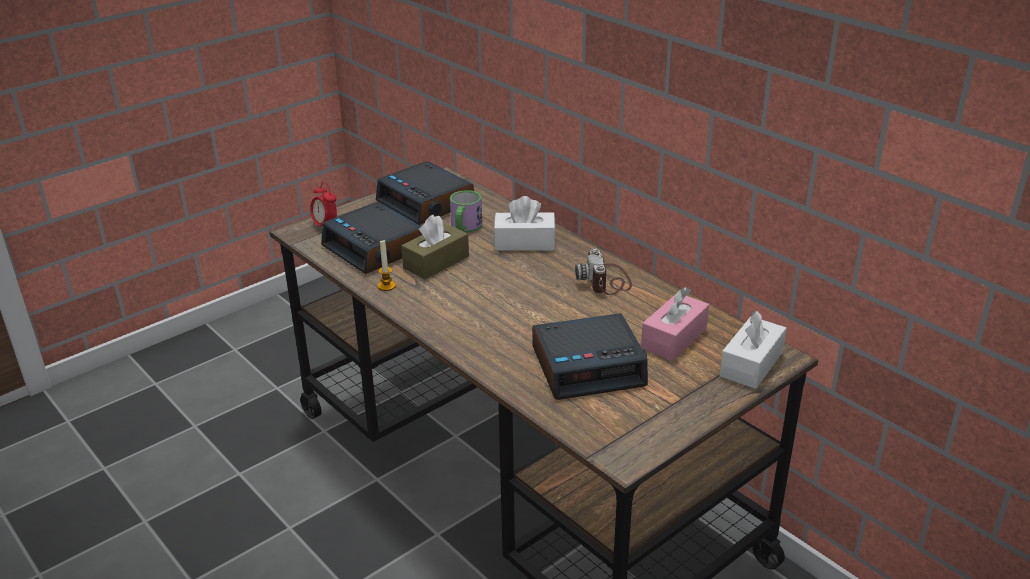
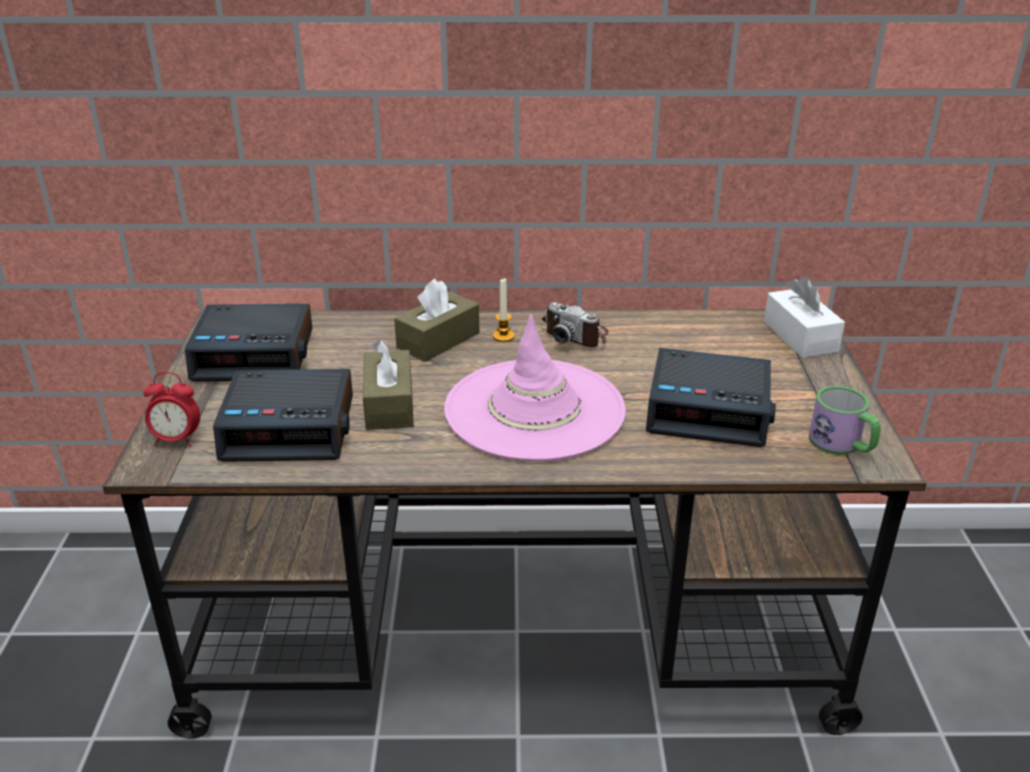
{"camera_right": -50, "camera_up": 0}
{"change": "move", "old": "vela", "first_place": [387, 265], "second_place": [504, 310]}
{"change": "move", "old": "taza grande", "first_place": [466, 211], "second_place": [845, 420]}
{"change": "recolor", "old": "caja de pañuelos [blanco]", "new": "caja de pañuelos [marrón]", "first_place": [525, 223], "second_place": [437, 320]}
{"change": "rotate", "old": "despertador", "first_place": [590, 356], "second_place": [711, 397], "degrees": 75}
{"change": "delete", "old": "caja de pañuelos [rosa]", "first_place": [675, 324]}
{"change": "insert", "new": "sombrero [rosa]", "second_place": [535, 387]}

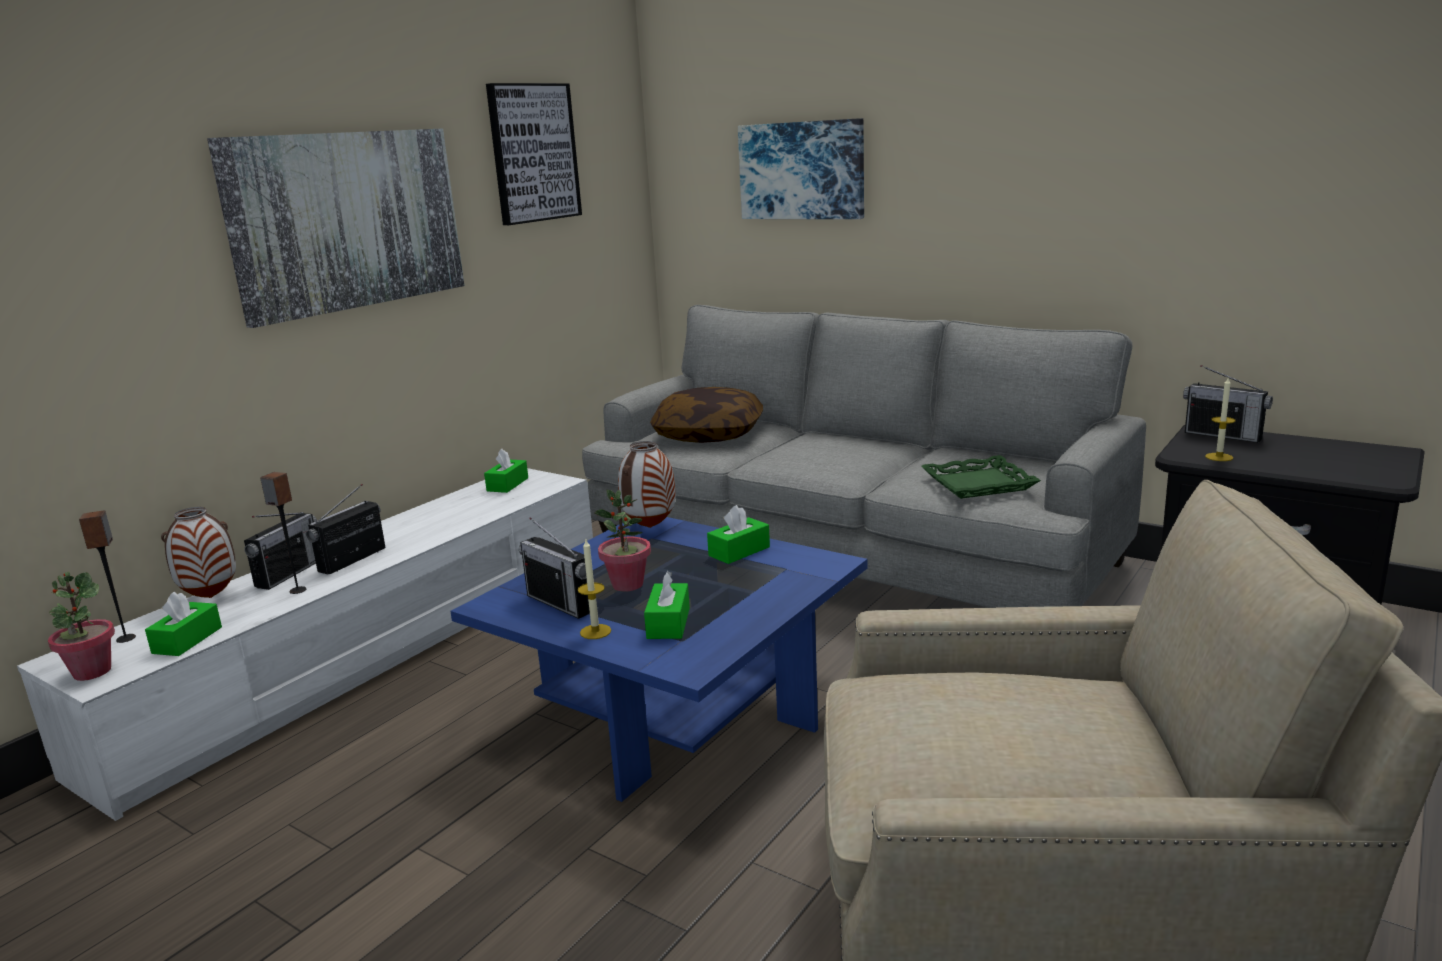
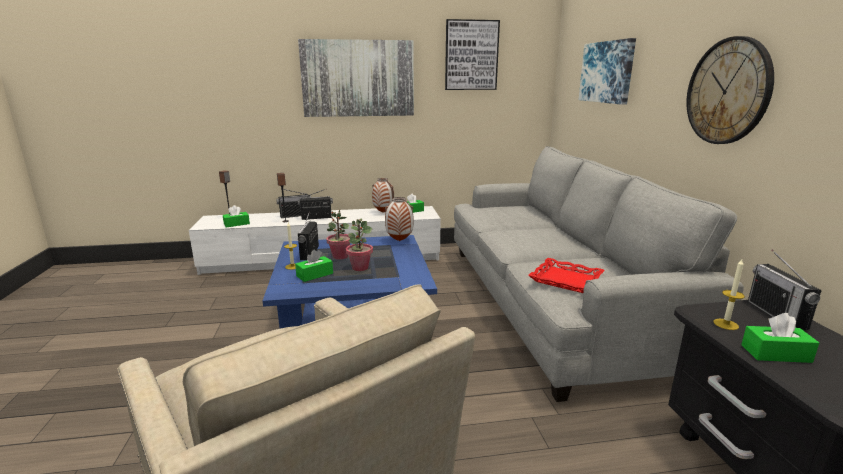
{"camera_right": 45, "camera_up": 0}
{"change": "move", "old": "planta en maceta", "first_place": [81, 626], "second_place": [359, 245]}
{"change": "move", "old": "florero", "first_place": [198, 552], "second_place": [383, 195]}
{"change": "delete", "old": "cojín", "first_place": [706, 415]}
{"change": "move", "old": "caja de pañuelos [verde]", "first_place": [738, 534], "second_place": [780, 338]}
{"change": "recolor", "old": "bandeja [verde]", "new": "bandeja [rojo]", "first_place": [981, 477], "second_place": [566, 275]}
{"change": "insert", "new": "reloj de pared", "second_place": [730, 90]}

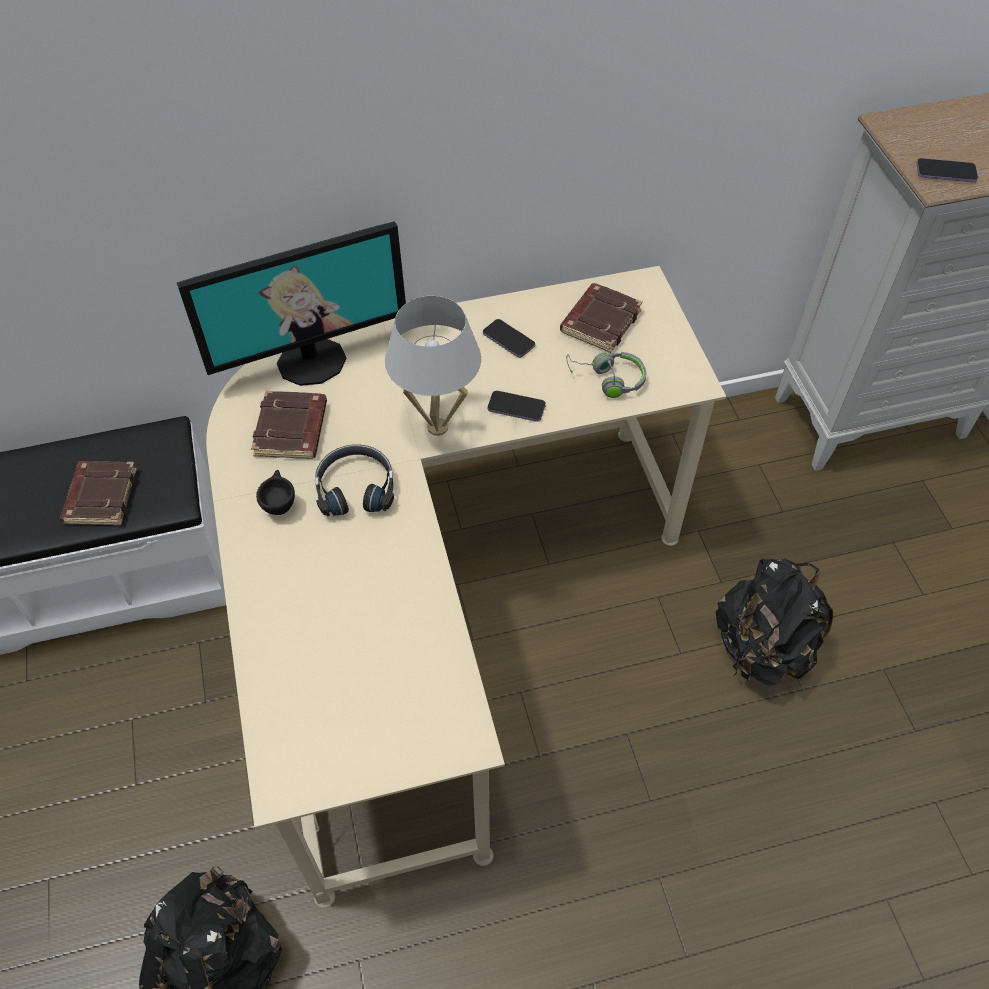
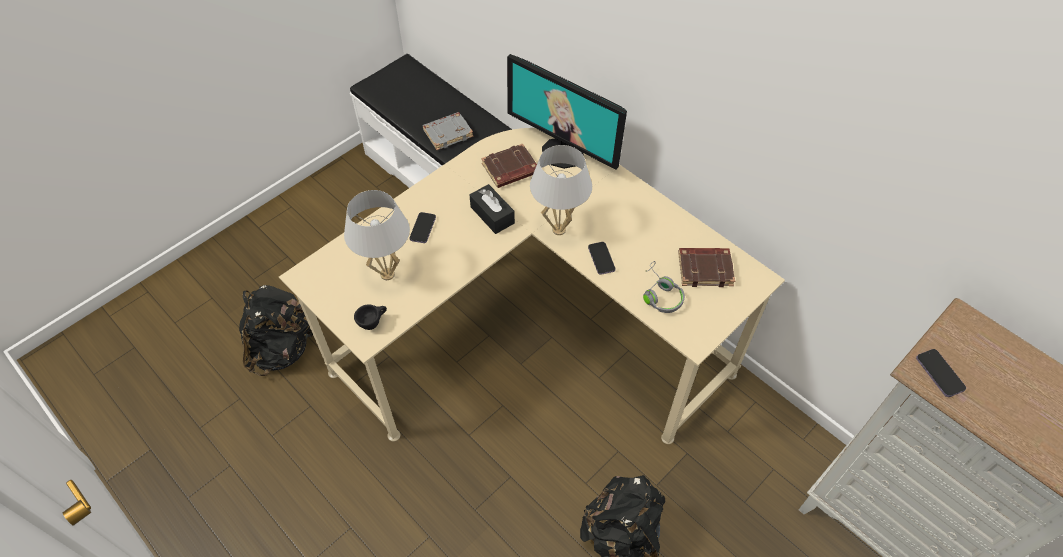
{"camera_right": 60, "camera_up": 0}
{"change": "recolor", "old": "libro [marrón]", "new": "libro [gris]", "first_place": [98, 493], "second_place": [448, 131]}
{"change": "move", "old": "taza [negro]", "first_place": [275, 492], "second_place": [370, 317]}
{"change": "replace", "old": "auriculares [negro]", "new": "caja de pañuelos [negro]", "first_place": [354, 480], "second_place": [492, 209]}
{"change": "move", "old": "móvil", "first_place": [509, 338], "second_place": [423, 227]}
{"change": "insert", "new": "lámpara de mesa [blanco]", "second_place": [377, 235]}

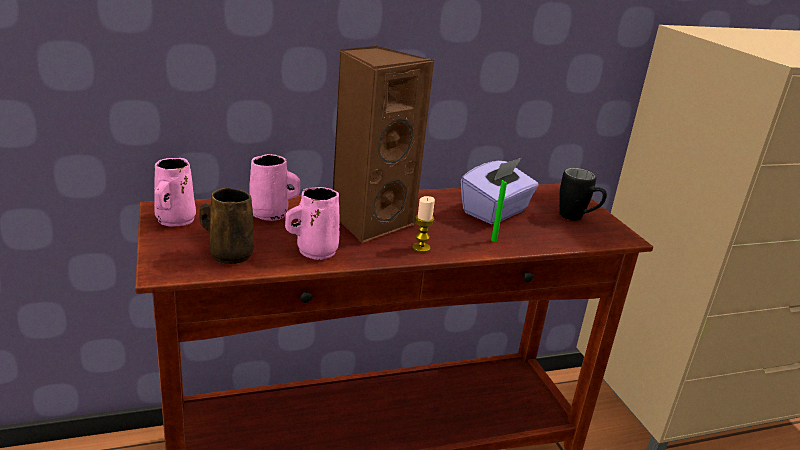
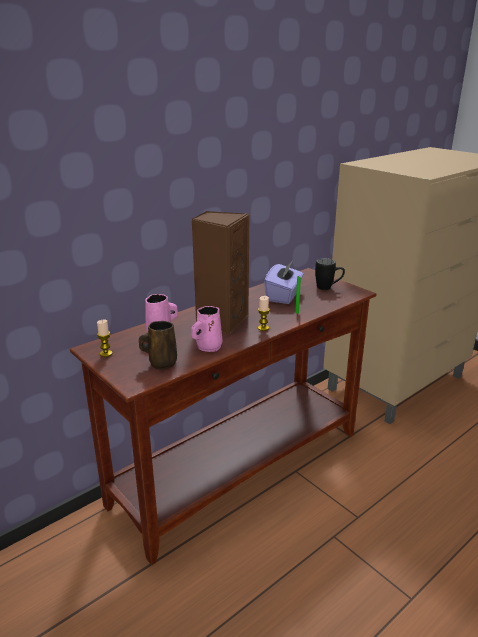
{"camera_right": -20, "camera_up": 0}
{"change": "replace", "old": "taza grande [rosa]", "new": "vela", "first_place": [175, 192], "second_place": [104, 338]}

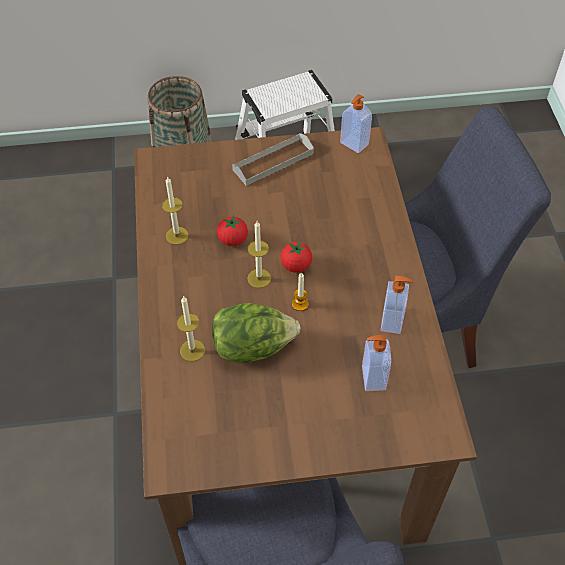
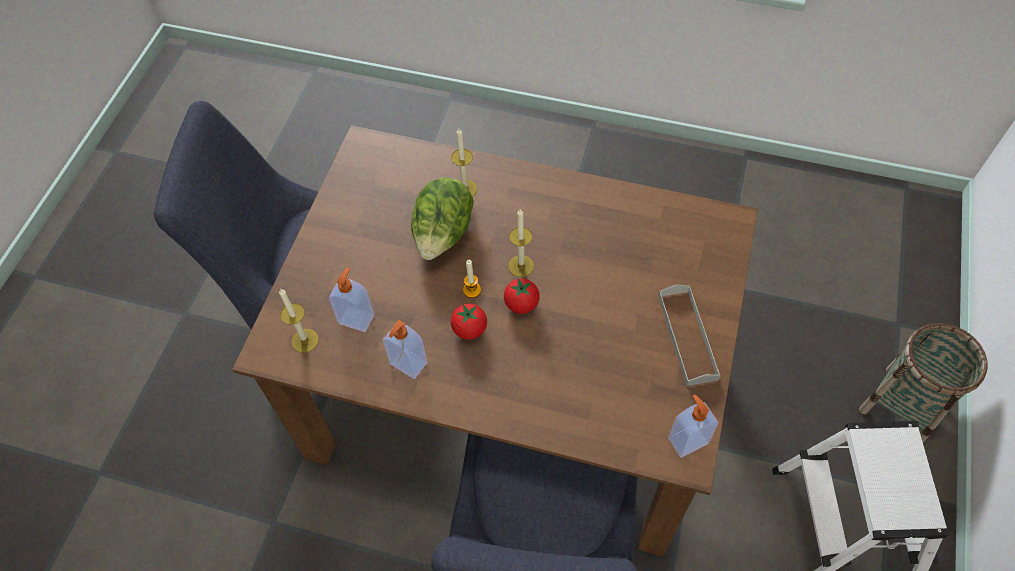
{"camera_right": 115, "camera_up": 5}
{"change": "move", "old": "vela", "first_place": [175, 210], "second_place": [299, 320]}
{"change": "move", "old": "tomate", "first_place": [232, 230], "second_place": [469, 322]}

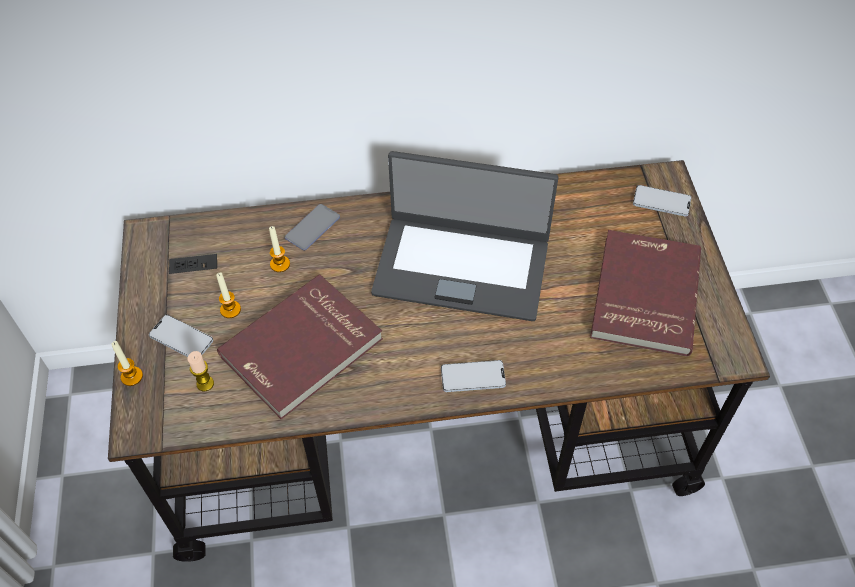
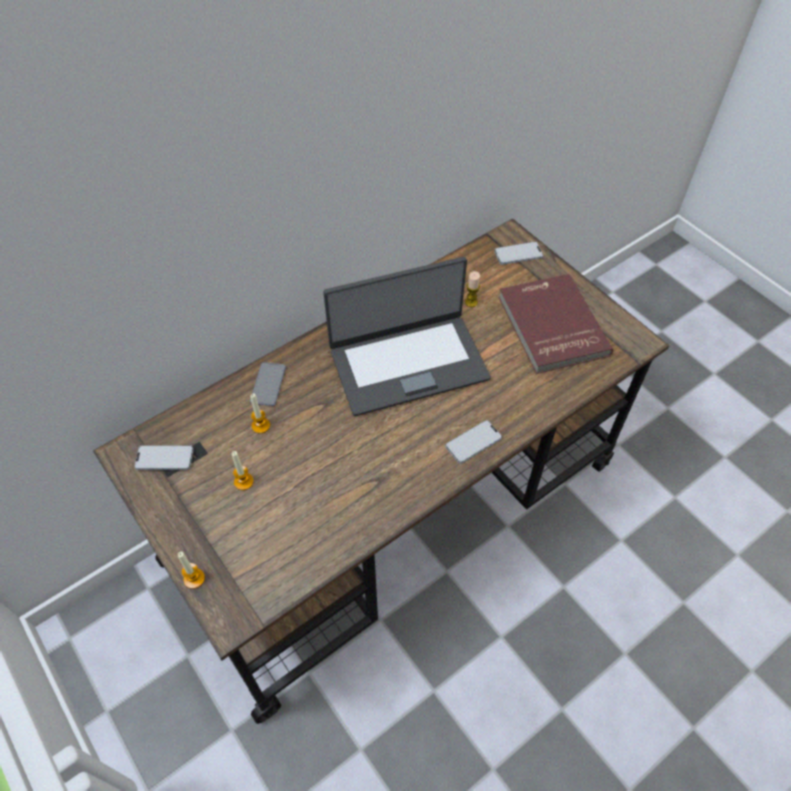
{"camera_right": -30, "camera_up": 0}
{"change": "move", "old": "móvil", "first_place": [181, 336], "second_place": [164, 457]}
{"change": "move", "old": "vela", "first_place": [201, 371], "second_place": [472, 289]}
{"change": "delete", "old": "libro [rojo]", "first_place": [300, 346]}

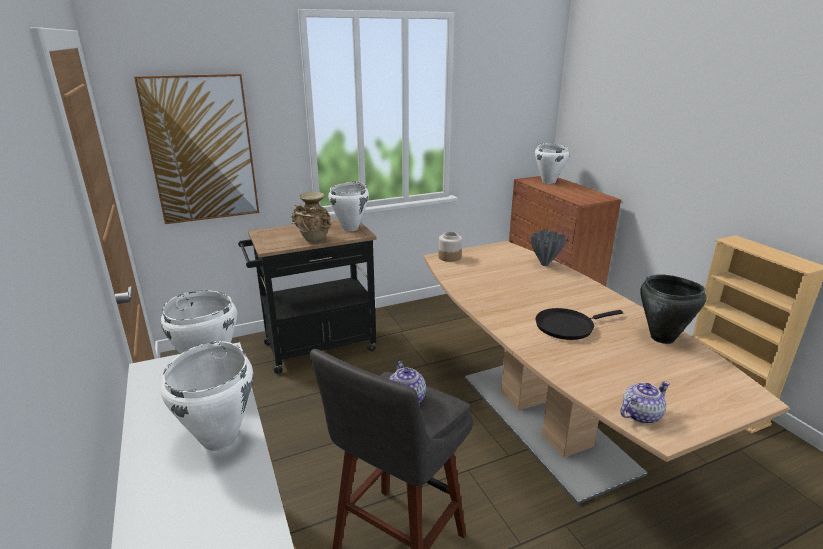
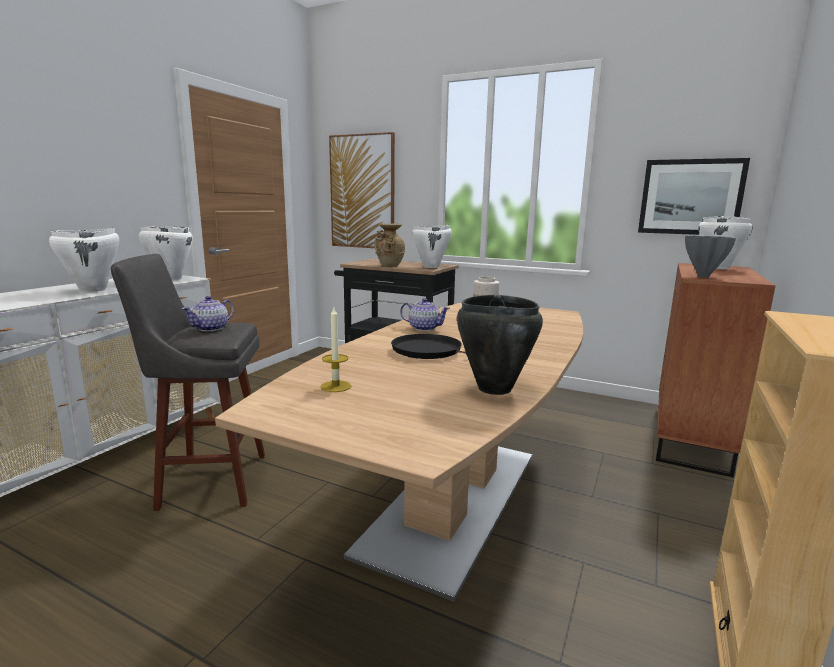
{"camera_right": 50, "camera_up": -10}
{"change": "move", "old": "florero [gris]", "first_place": [549, 248], "second_place": [710, 257]}
{"change": "move", "old": "tetera", "first_place": [645, 402], "second_place": [425, 314]}
{"change": "insert", "new": "vela", "second_place": [335, 349]}
{"change": "insert", "new": "cuadro", "second_place": [694, 196]}

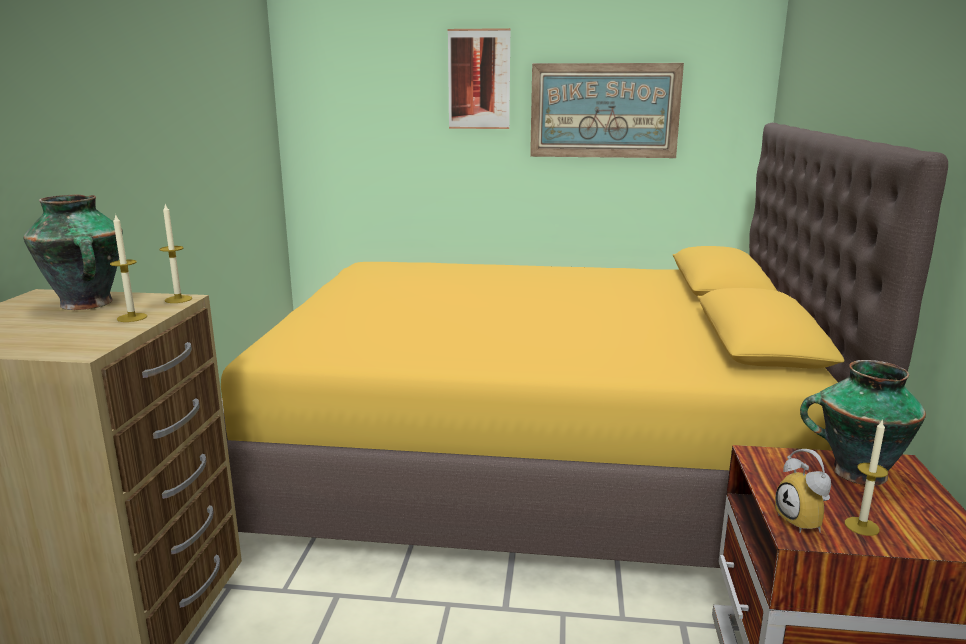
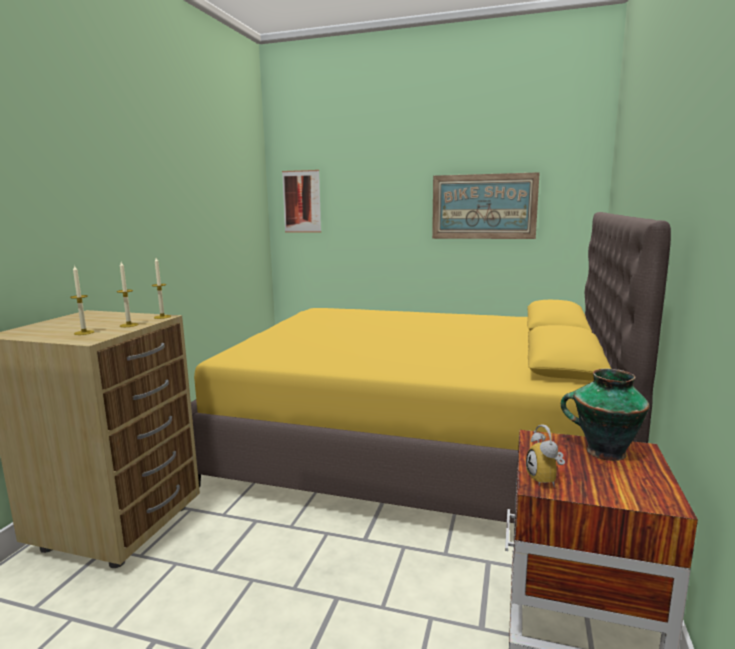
{"camera_right": 10, "camera_up": -5}
{"change": "delete", "old": "florero", "first_place": [72, 252]}
{"change": "move", "old": "cuadro", "first_place": [479, 78], "second_place": [301, 201]}
{"change": "move", "old": "vela", "first_place": [866, 477], "second_place": [82, 300]}

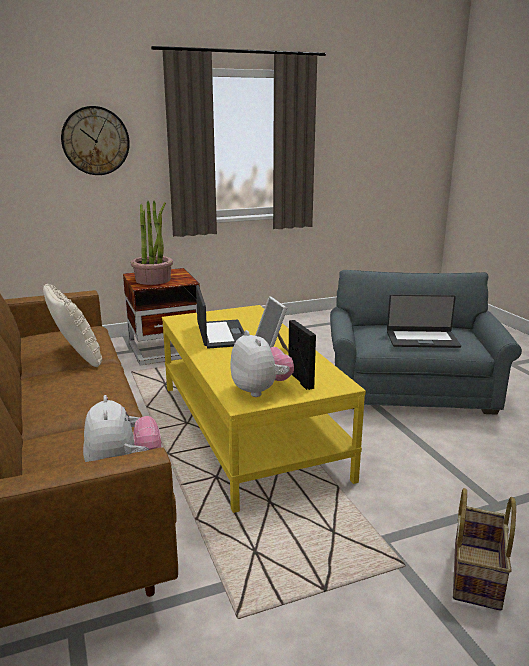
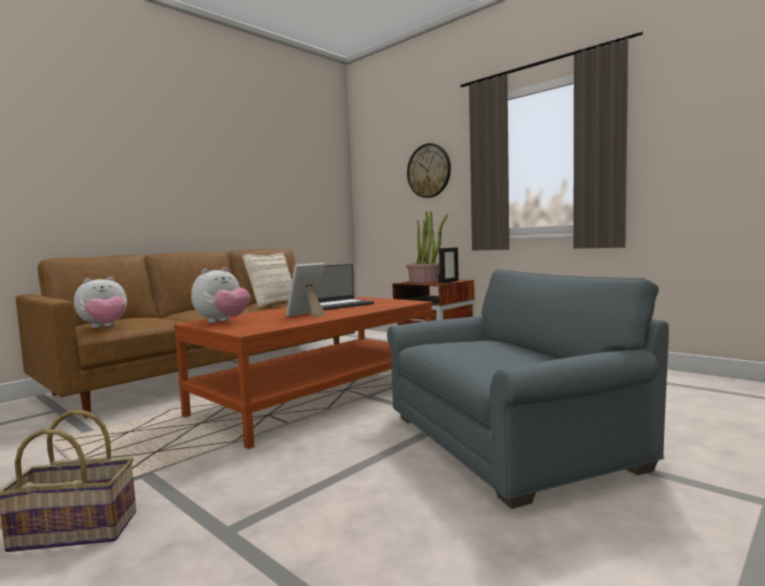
{"camera_right": 65, "camera_up": -15}
{"change": "recolor", "old": "mesa de centro [amarillo]", "new": "mesa de centro [marrón]", "first_place": [264, 409], "second_place": [303, 373]}
{"change": "move", "old": "portarretratos", "first_place": [302, 355], "second_place": [449, 265]}
{"change": "delete", "old": "portátil", "first_place": [424, 321]}

